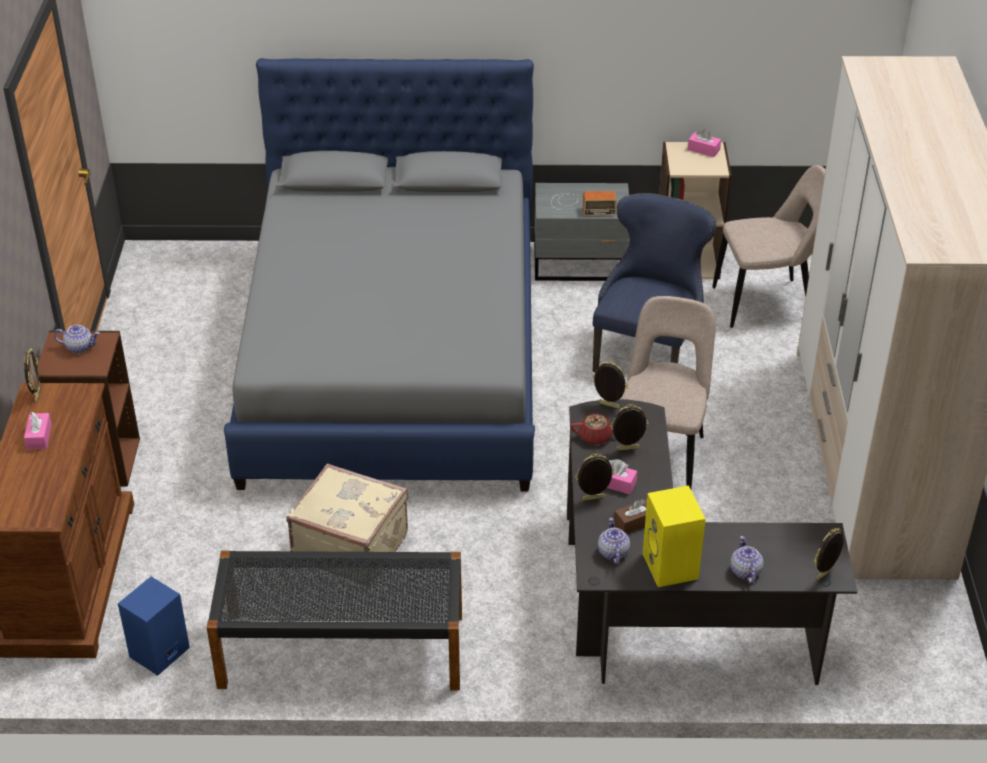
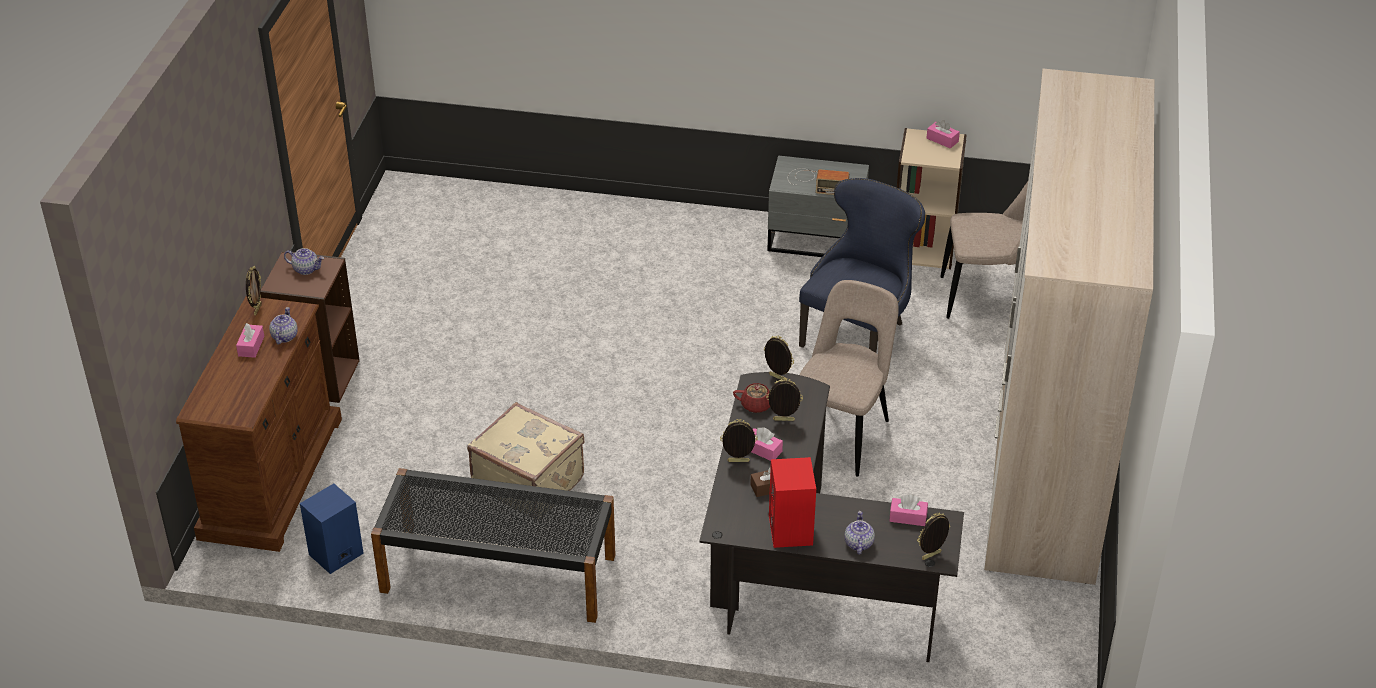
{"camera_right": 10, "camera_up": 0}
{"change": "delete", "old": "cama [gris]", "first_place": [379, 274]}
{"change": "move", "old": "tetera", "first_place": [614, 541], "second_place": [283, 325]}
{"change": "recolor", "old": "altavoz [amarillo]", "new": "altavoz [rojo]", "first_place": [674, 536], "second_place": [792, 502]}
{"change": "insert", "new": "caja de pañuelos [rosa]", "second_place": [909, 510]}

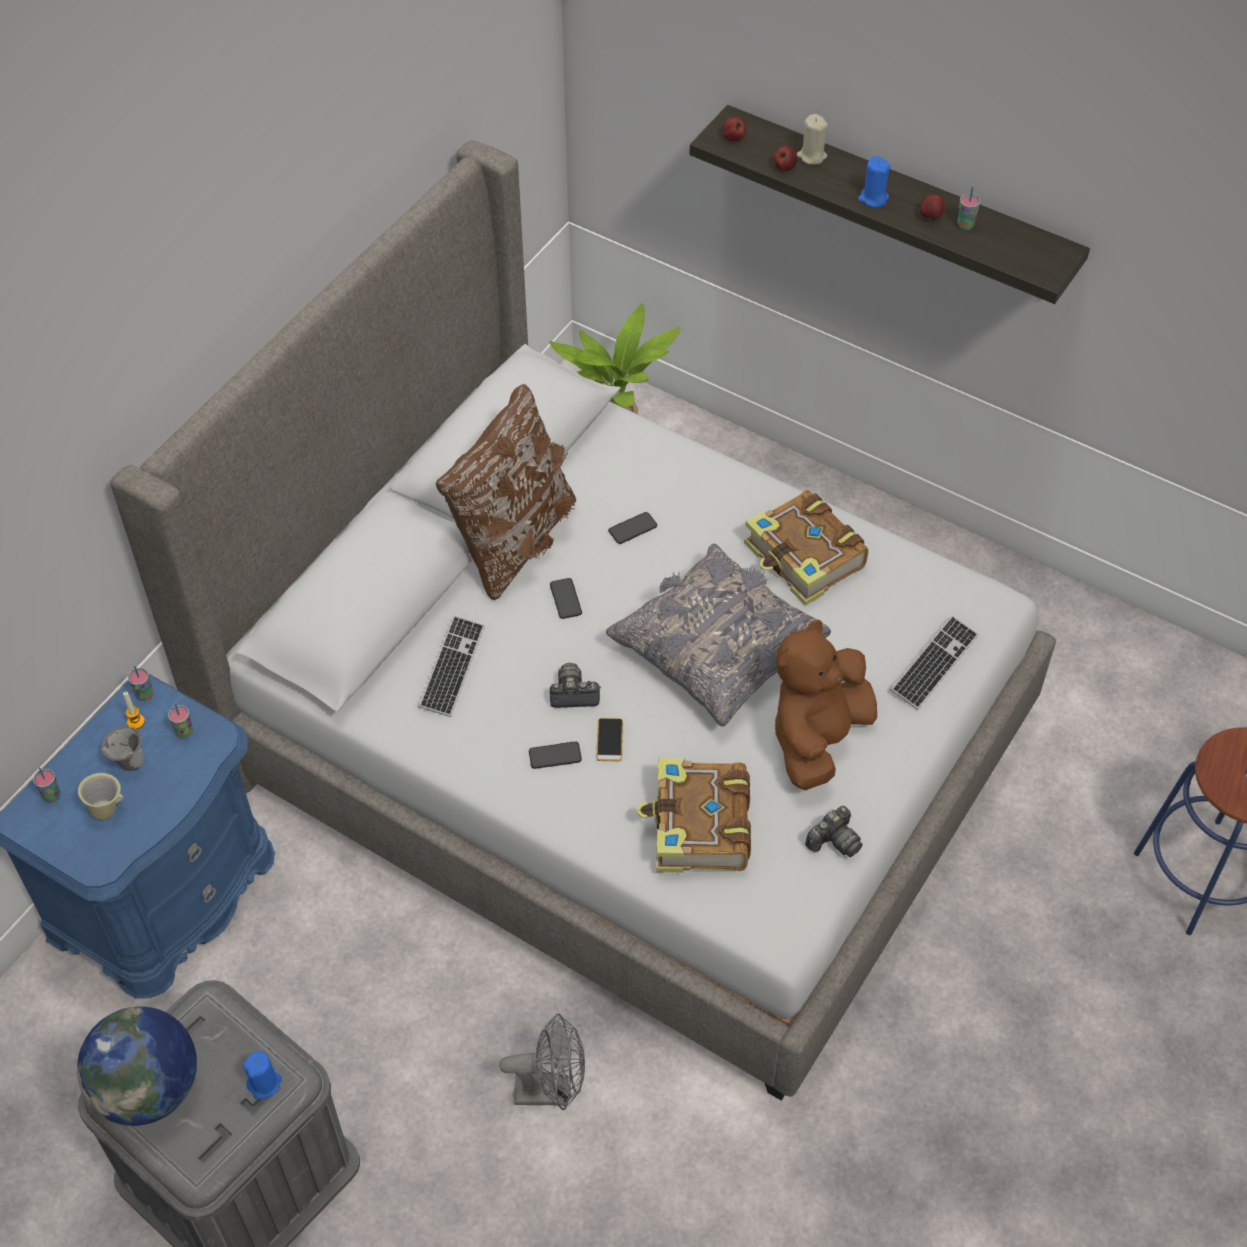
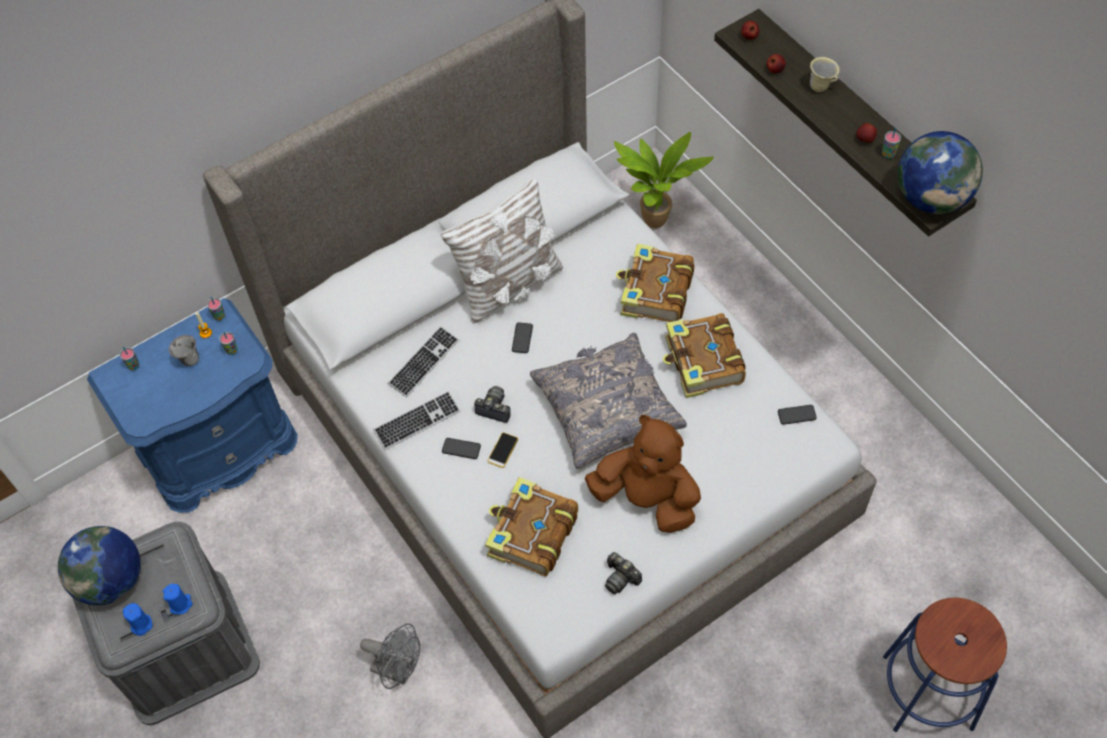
{"camera_right": 25, "camera_up": 5}
{"change": "move", "old": "taza grande [beis]", "first_place": [100, 796], "second_place": [825, 74]}
{"change": "recolor", "old": "cojín [marrón]", "new": "cojín [blanco]", "first_place": [506, 492], "second_place": [502, 250]}
{"change": "move", "old": "móvil", "first_place": [633, 528], "second_place": [797, 415]}
{"change": "rotate", "old": "peluche [marrón]", "first_place": [826, 704], "second_place": [643, 474], "degrees": 60}
{"change": "delete", "old": "vela [beis]", "first_place": [812, 139]}
{"change": "rotate", "old": "cámara", "first_place": [834, 831], "second_place": [623, 573], "degrees": 60}
{"change": "move", "old": "vela [azul]", "first_place": [874, 181], "second_place": [137, 619]}
{"change": "move", "old": "teclado", "first_place": [934, 662], "second_place": [416, 420]}
{"change": "insert", "new": "libro", "second_place": [655, 282]}
{"change": "insert", "new": "globo terráqueo", "second_place": [940, 172]}

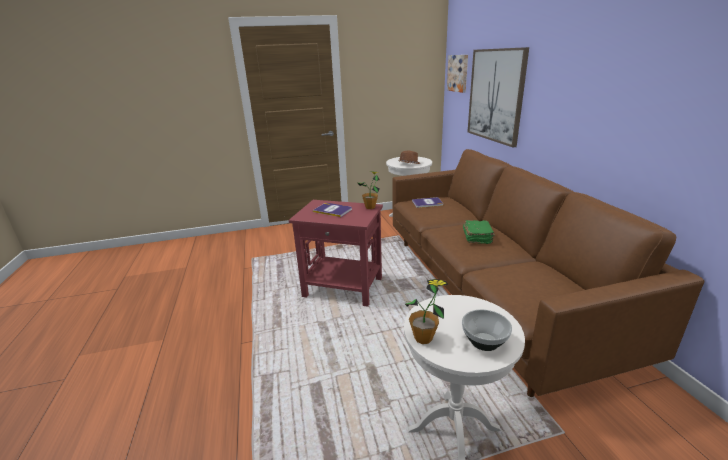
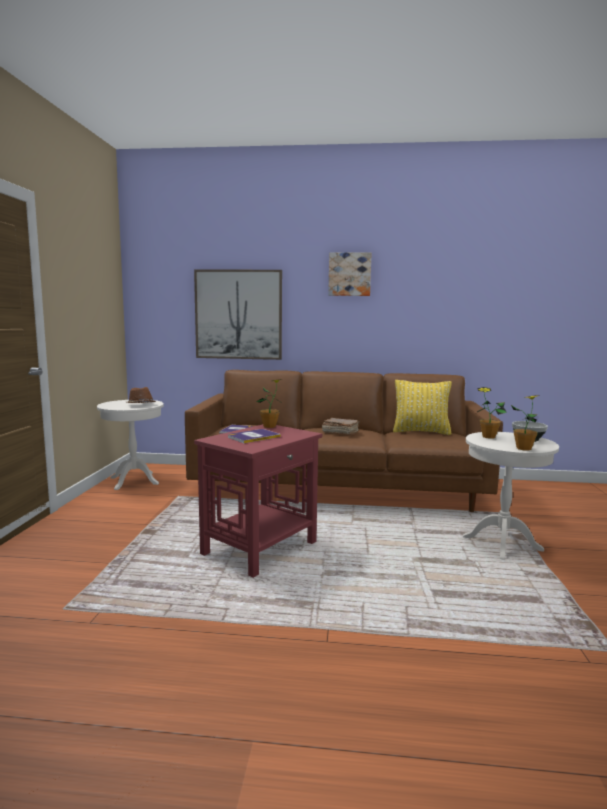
{"camera_right": -70, "camera_up": -15}
{"change": "move", "old": "cuadro", "first_place": [457, 74], "second_place": [350, 274]}
{"change": "recolor", "old": "libro [verde]", "new": "libro [marrón]", "first_place": [479, 232], "second_place": [341, 426]}
{"change": "insert", "new": "cojín [amarillo]", "second_place": [422, 407]}
{"change": "insert", "new": "planta en maceta", "second_place": [492, 413]}

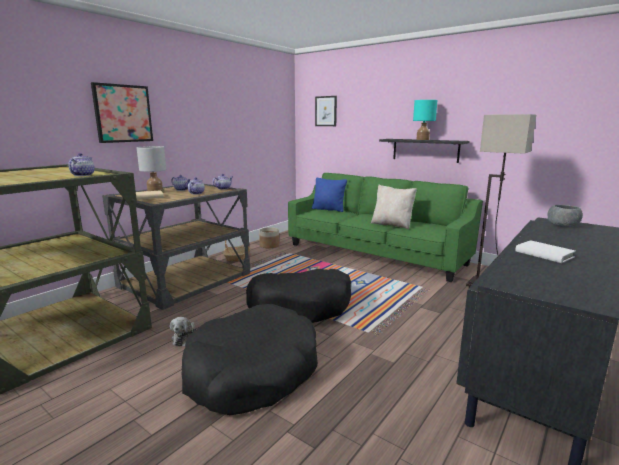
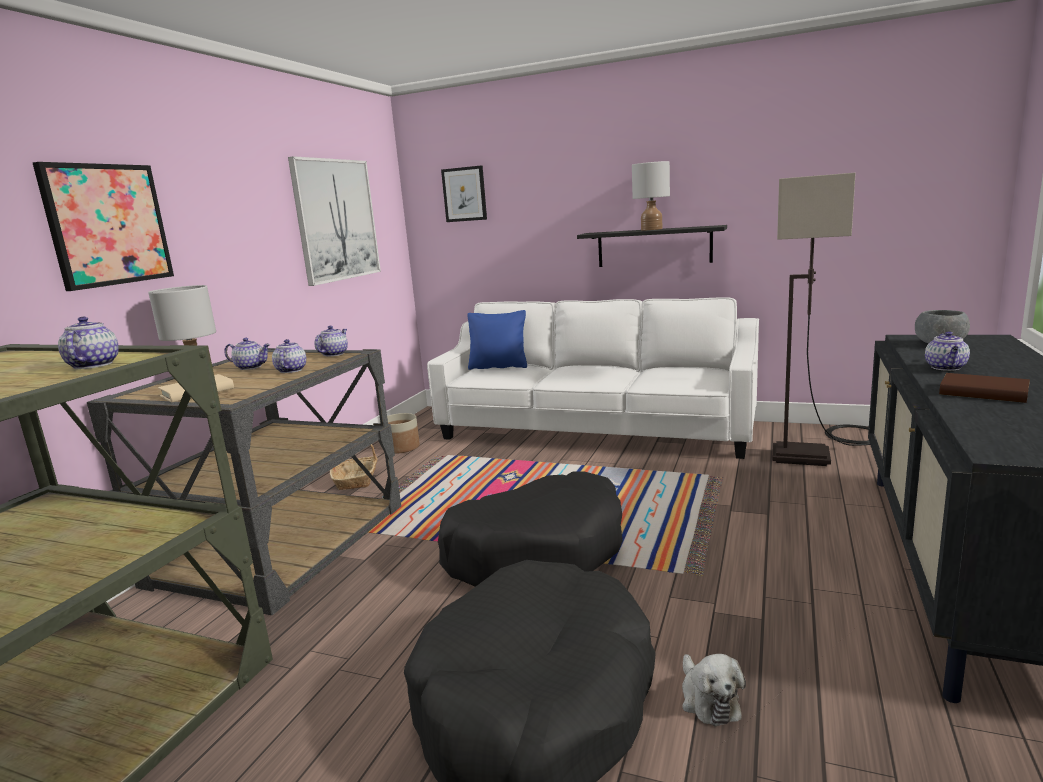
{"camera_right": -15, "camera_up": 0}
{"change": "move", "old": "peluche", "first_place": [183, 331], "second_place": [714, 690]}
{"change": "recolor", "old": "sofá [verde]", "new": "sofá [blanco]", "first_place": [385, 227], "second_place": [593, 378]}
{"change": "delete", "old": "cojín [beis]", "first_place": [394, 207]}
{"change": "recolor", "old": "lámpara de mesa [turquesa]", "new": "lámpara de mesa [gris]", "first_place": [425, 120], "second_place": [651, 196]}
{"change": "recolor", "old": "libro [blanco]", "new": "libro [marrón]", "first_place": [546, 251], "second_place": [984, 388]}
{"change": "insert", "new": "cuadro", "second_place": [334, 221]}
{"change": "insert", "new": "tetera", "second_place": [947, 351]}

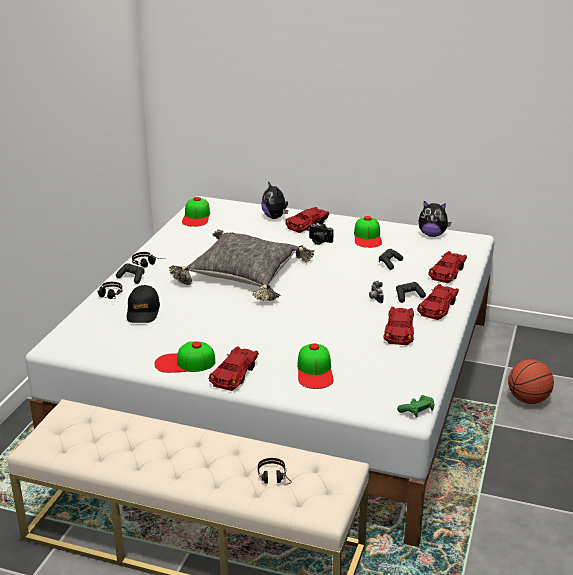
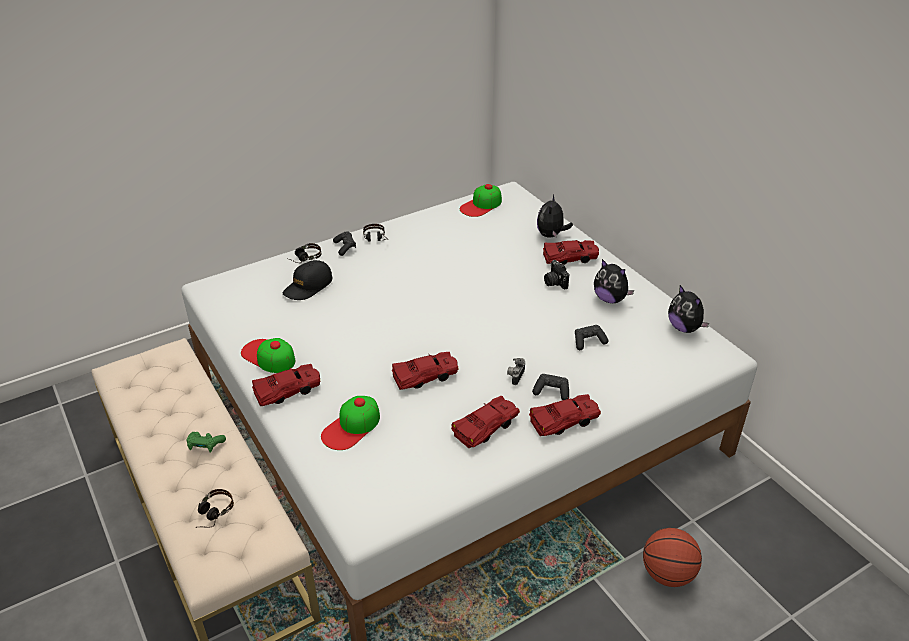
{"camera_right": 40, "camera_up": 10}
{"change": "delete", "old": "cojín", "first_place": [242, 265]}
{"change": "replace", "old": "gorra", "new": "peluche", "first_place": [368, 232], "second_place": [614, 281]}
{"change": "move", "old": "mando de consola [verde]", "first_place": [416, 406], "second_place": [206, 442]}
{"change": "move", "old": "coche de juguete [rojo]", "first_place": [447, 267], "second_place": [425, 371]}

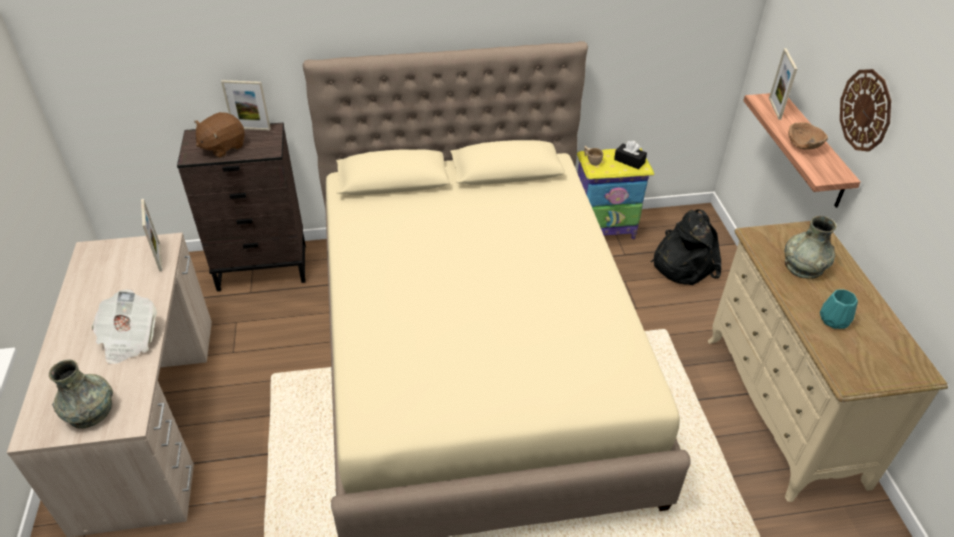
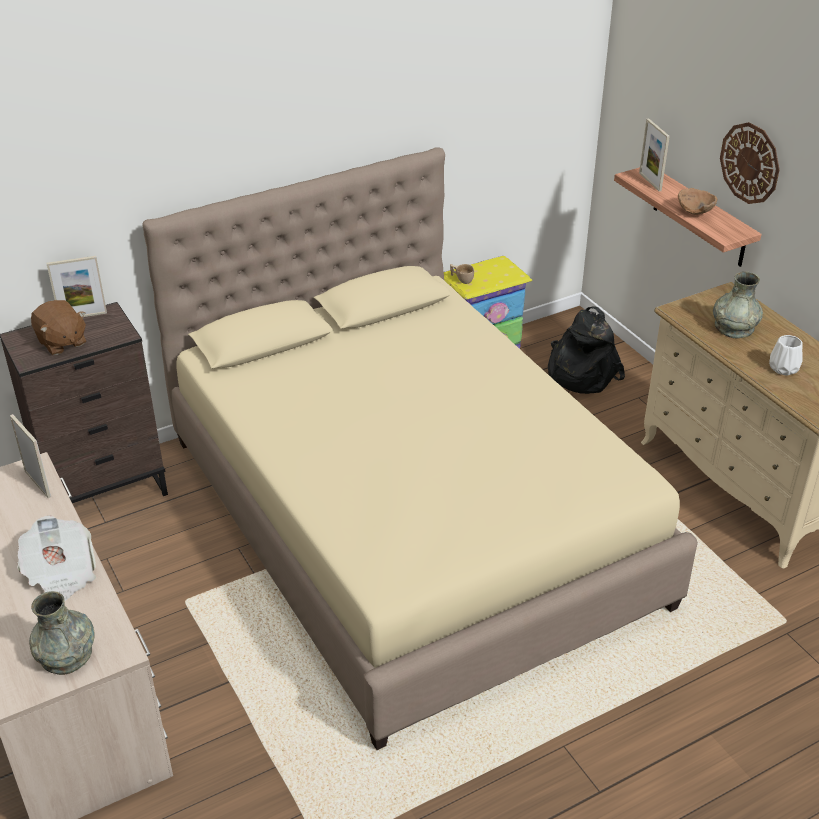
{"camera_right": -20, "camera_up": -5}
{"change": "rotate", "old": "peluche [marrón]", "first_place": [219, 135], "second_place": [58, 327], "degrees": -60}
{"change": "delete", "old": "caja de pañuelos [negro]", "first_place": [630, 155]}
{"change": "recolor", "old": "florero [turquesa]", "new": "florero [blanco]", "first_place": [839, 309], "second_place": [786, 355]}

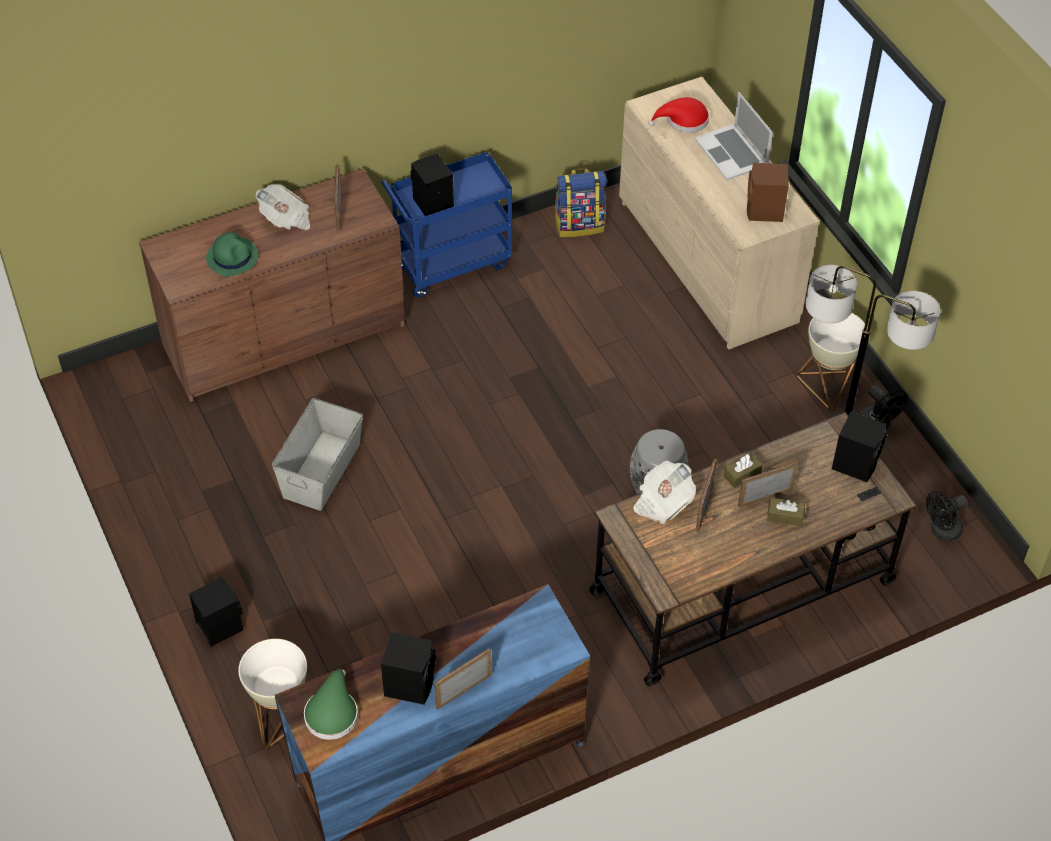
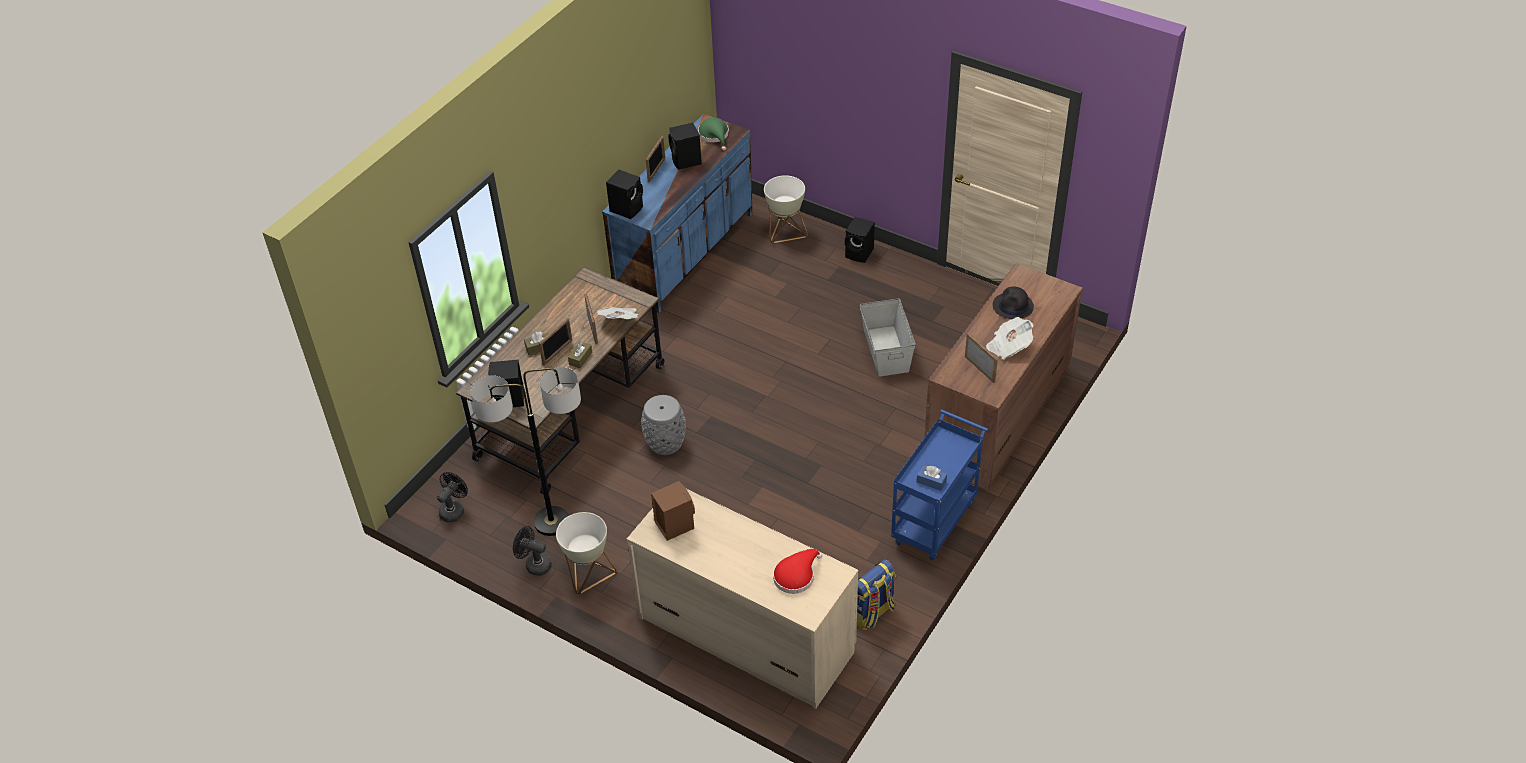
{"camera_right": 150, "camera_up": -5}
{"change": "recolor", "old": "sombrero [verde]", "new": "sombrero [negro]", "first_place": [232, 254], "second_place": [1013, 302]}
{"change": "move", "old": "altavoz [negro]", "first_place": [432, 185], "second_place": [624, 194]}
{"change": "delete", "old": "portátil", "first_place": [733, 136]}
{"change": "insert", "new": "caja de pañuelos [azul]", "second_place": [932, 478]}

